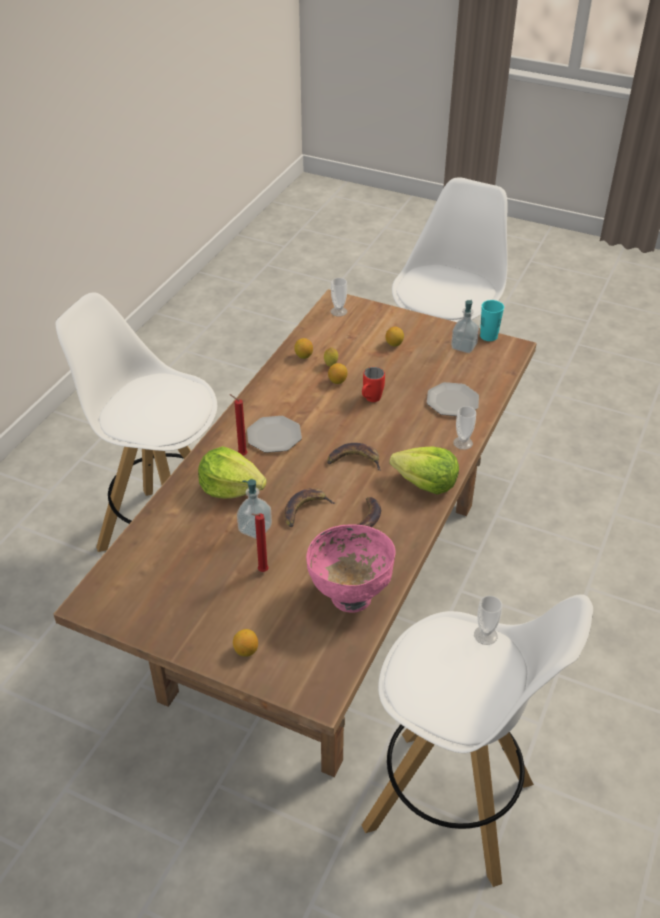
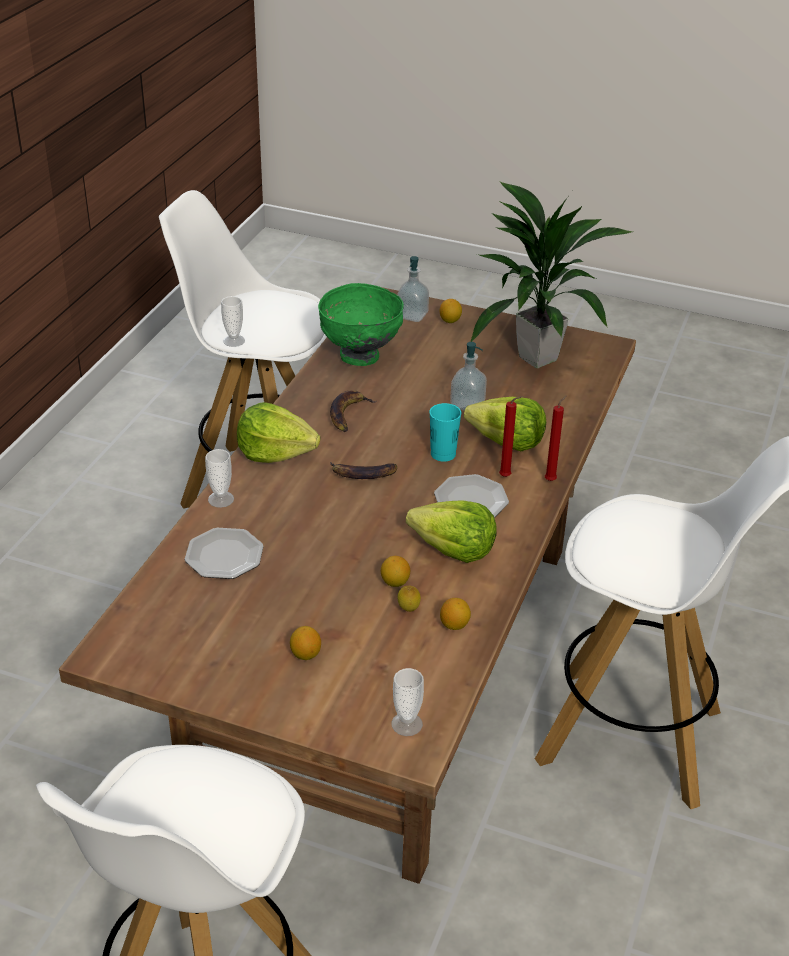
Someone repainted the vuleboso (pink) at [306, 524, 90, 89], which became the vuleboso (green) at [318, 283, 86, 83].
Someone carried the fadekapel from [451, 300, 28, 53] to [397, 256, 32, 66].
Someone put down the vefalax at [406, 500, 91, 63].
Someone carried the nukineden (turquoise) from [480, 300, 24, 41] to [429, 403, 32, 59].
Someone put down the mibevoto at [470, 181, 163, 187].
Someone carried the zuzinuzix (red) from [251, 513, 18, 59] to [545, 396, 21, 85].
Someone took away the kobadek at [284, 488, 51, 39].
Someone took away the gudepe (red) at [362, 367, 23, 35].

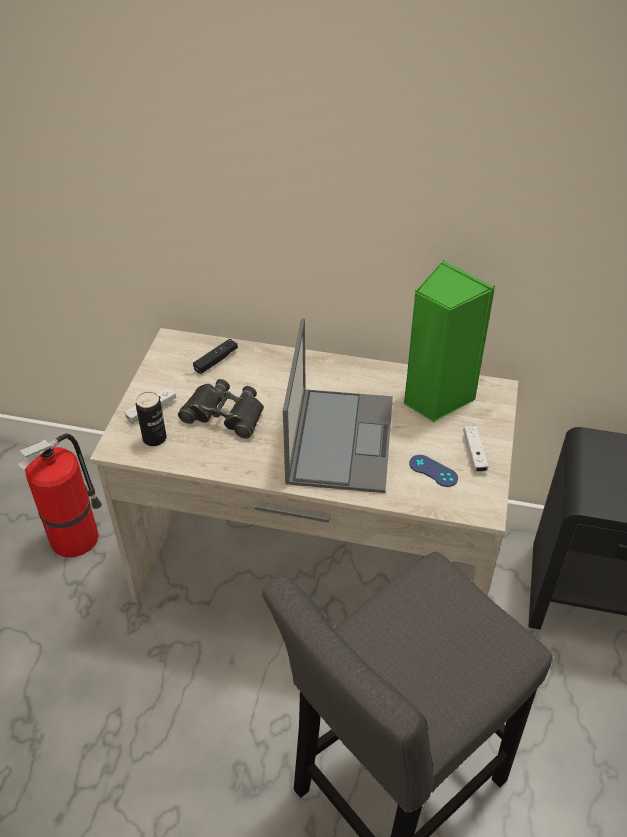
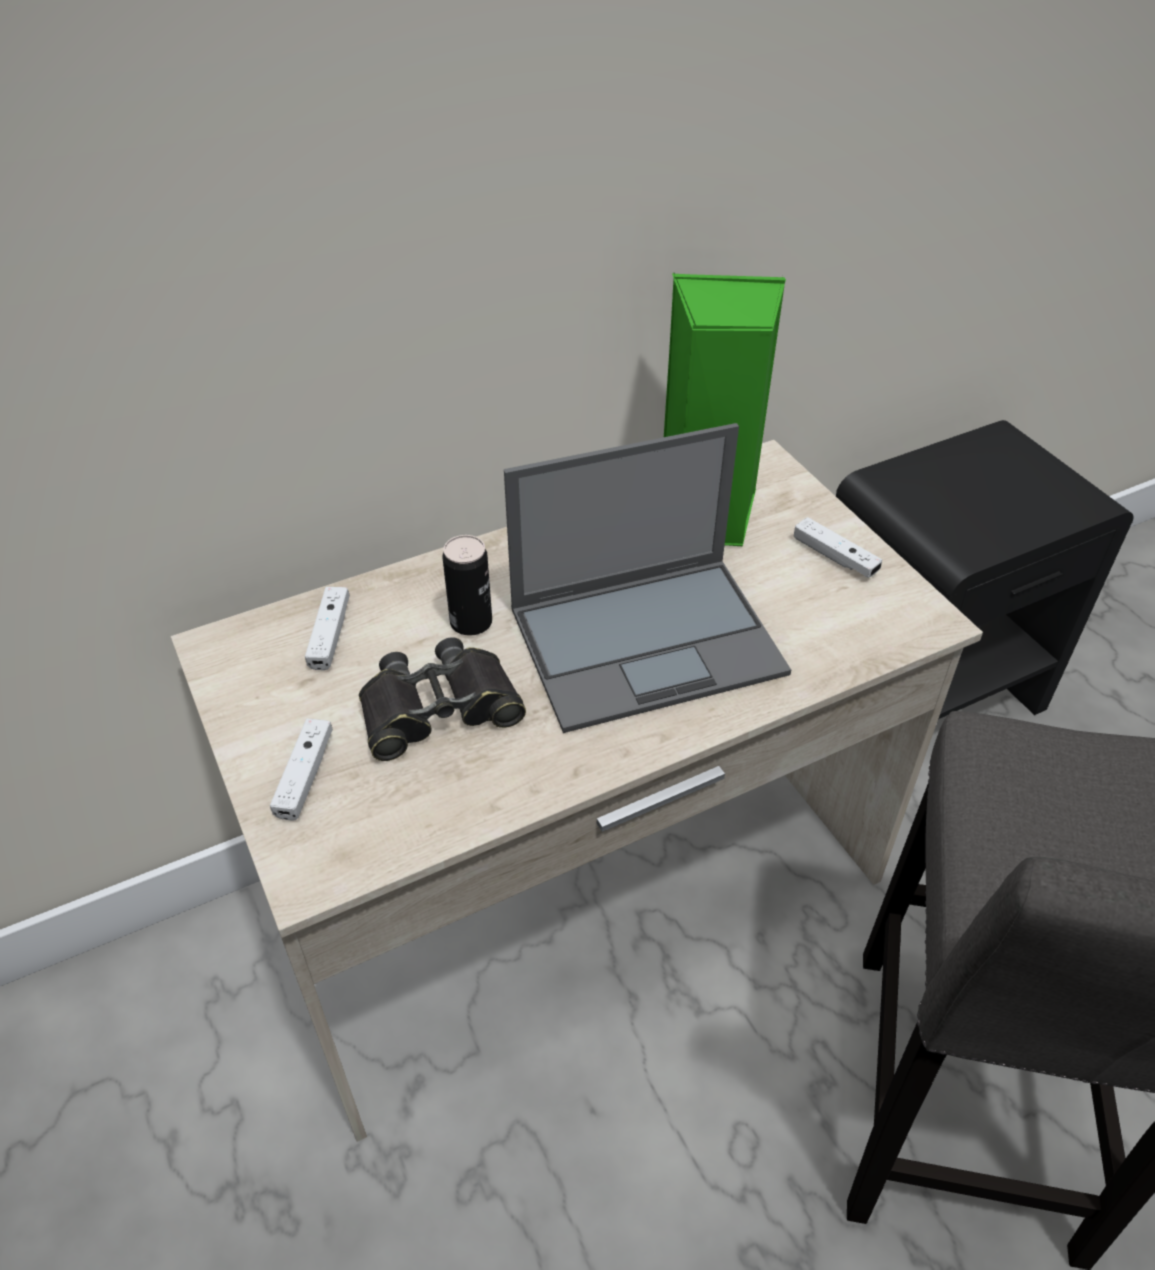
Someone repainted the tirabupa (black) at [193, 339, 45, 35], which became the tirabupa (white) at [305, 587, 45, 83].
Someone carried the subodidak from [136, 391, 30, 55] to [443, 535, 49, 101].
Someone rotated the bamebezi at [283, 318, 110, 175] by 105 degrees clockwise.
Someone took away the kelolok at [18, 433, 84, 125].
Someone took away the tirabupa (blue) at [409, 455, 49, 32].

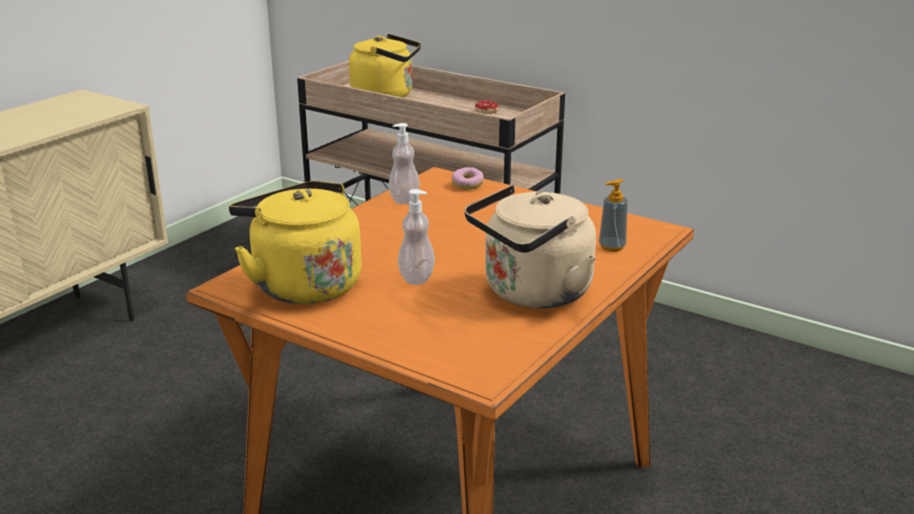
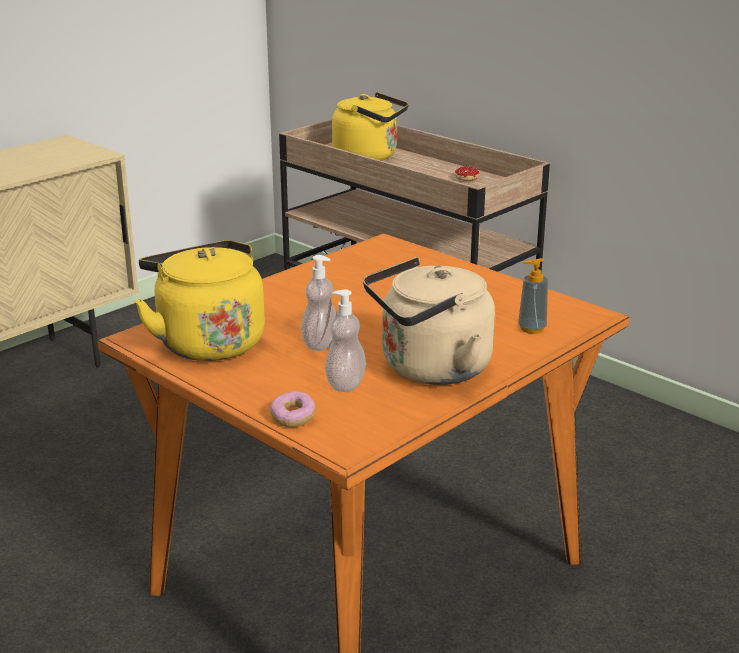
Someone carried the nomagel from [452, 167, 32, 23] to [270, 391, 46, 36].
Someone carried the fadekapel from [388, 123, 32, 81] to [325, 289, 41, 103].

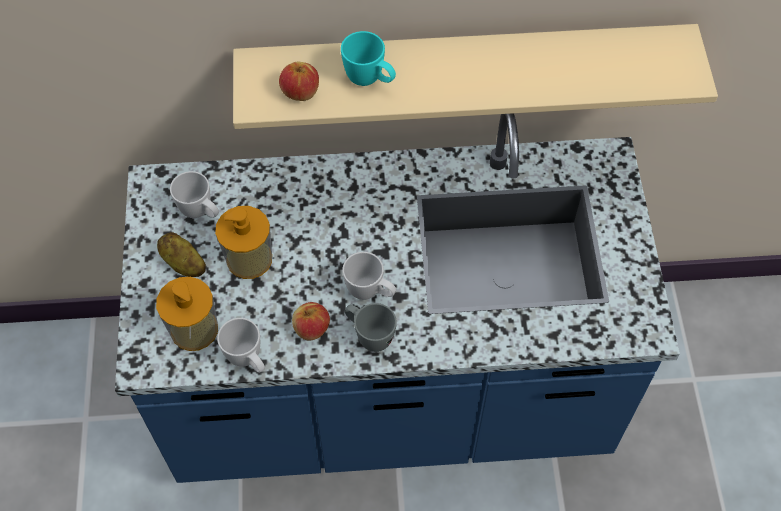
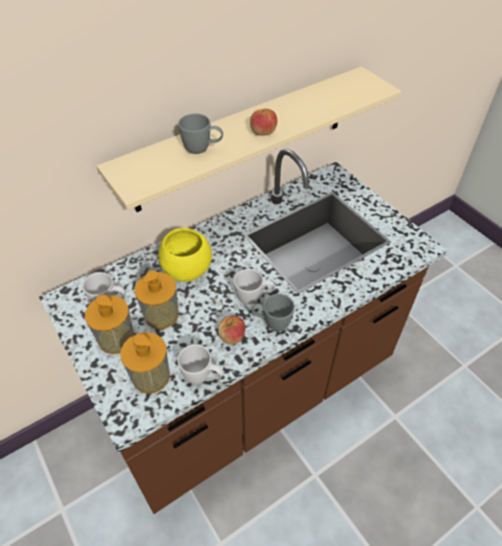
Someone repainted the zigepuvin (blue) at [115, 113, 565, 370], which became the zigepuvin (brown) at [39, 149, 408, 365].
Someone swapped the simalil at [157, 232, 49, 45] for the fadekapel at [85, 295, 49, 59].
Someone put down the vuleboso (yellow) at [158, 228, 54, 54].
Someone repainted the gudepe (turquoise) at [341, 31, 55, 55], which became the gudepe (grey) at [178, 114, 45, 40].
Someone carried the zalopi from [279, 62, 40, 39] to [250, 109, 27, 27].

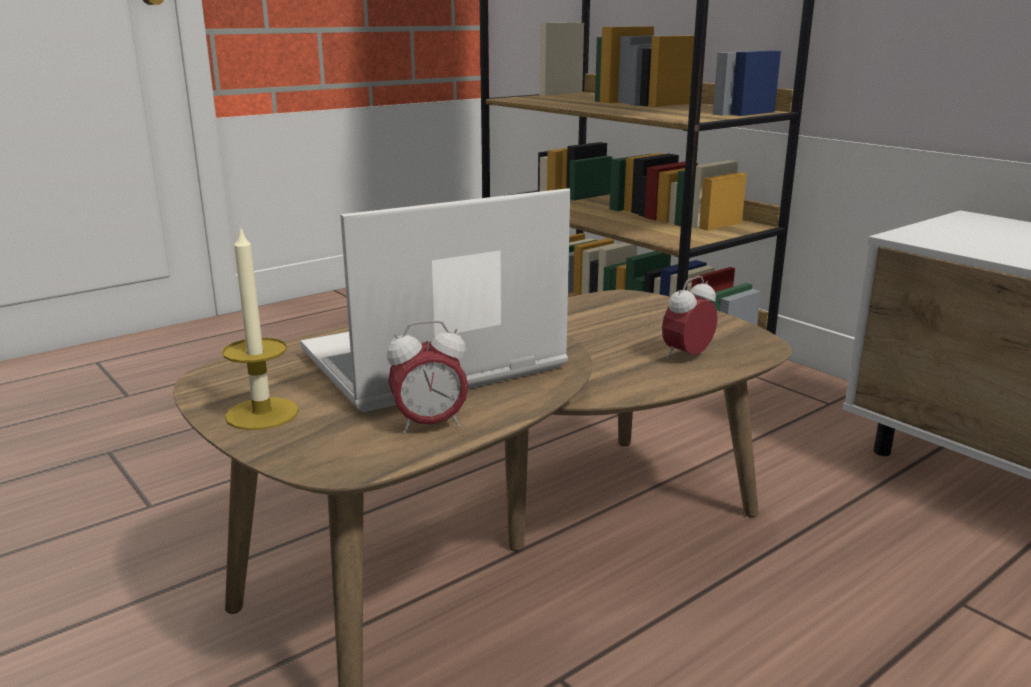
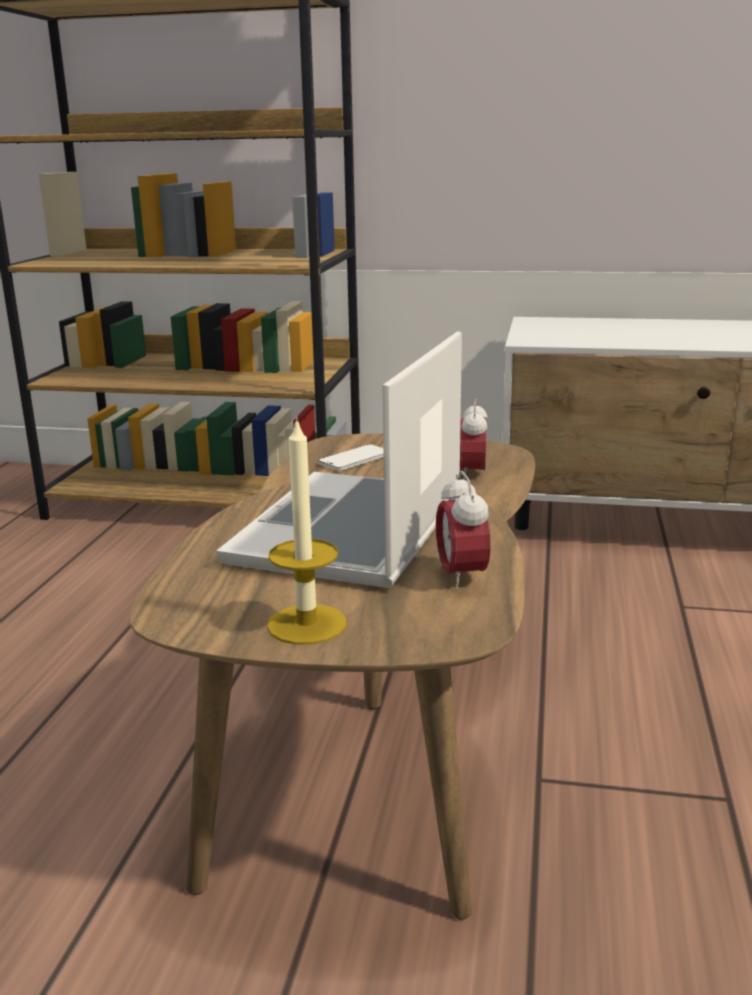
Someone put down the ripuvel at [318, 444, 66, 27].
Someone rotated the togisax at [387, 320, 81, 114] by 135 degrees clockwise.

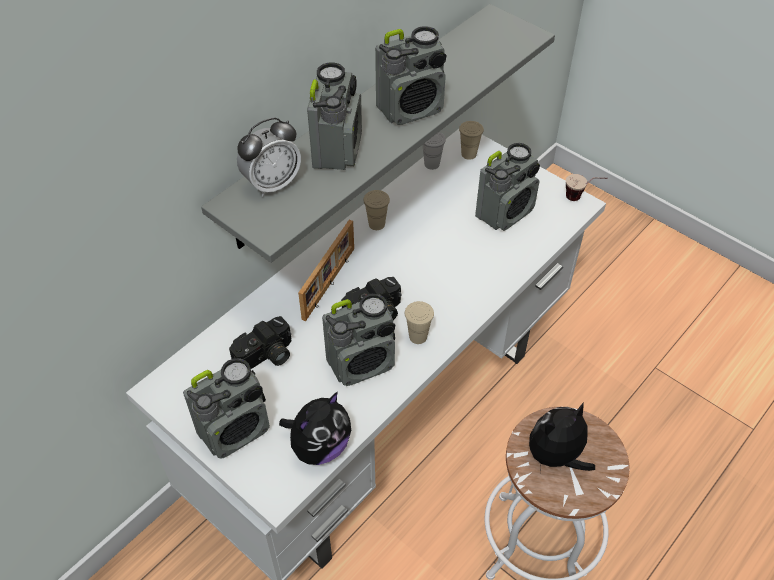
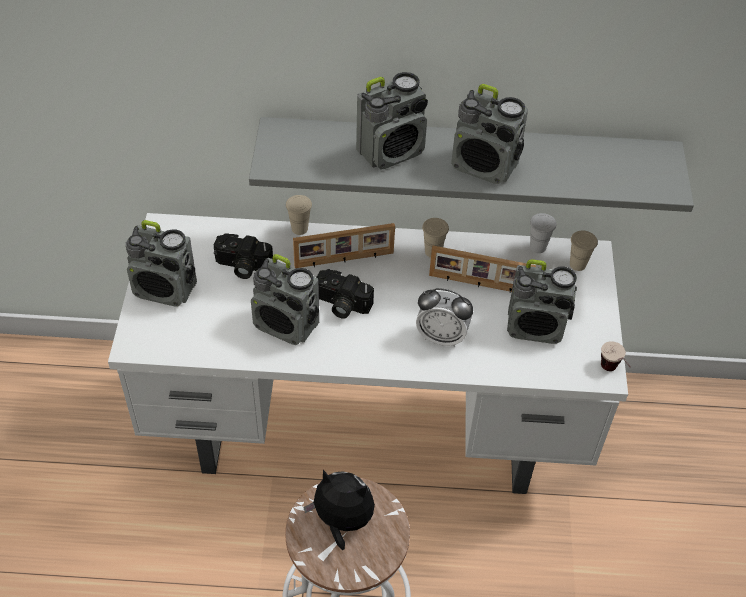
Someone carried the nukineden (beige) from [405, 301, 29, 43] to [286, 195, 26, 40].
Someone carried the togisax from [237, 117, 64, 80] to [416, 288, 57, 59].
Someone put down the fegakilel at [429, 246, 107, 46].
Someone took away the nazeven at [279, 392, 72, 73].

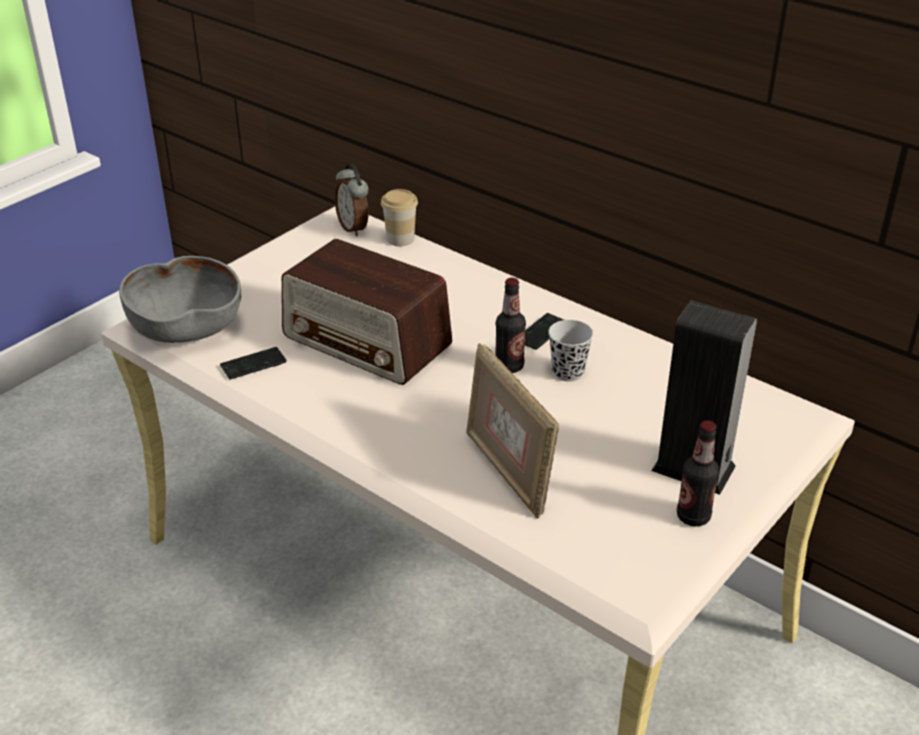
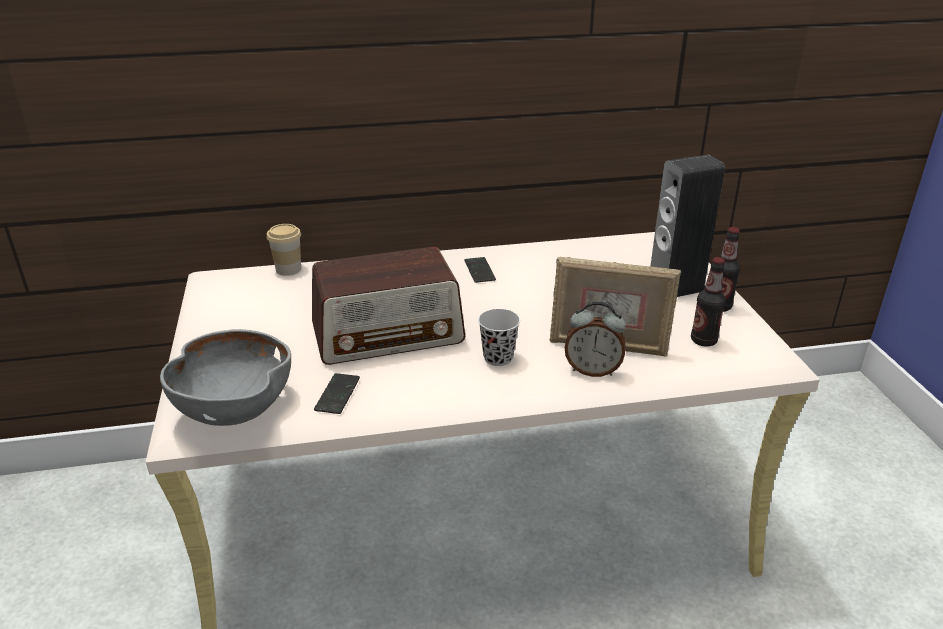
Someone carried the nukineden (black) from [548, 320, 46, 62] to [478, 309, 42, 57].
Someone carried the togisax from [335, 164, 34, 72] to [565, 302, 61, 75].
Someone carried the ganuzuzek from [495, 278, 31, 95] to [691, 257, 35, 90].

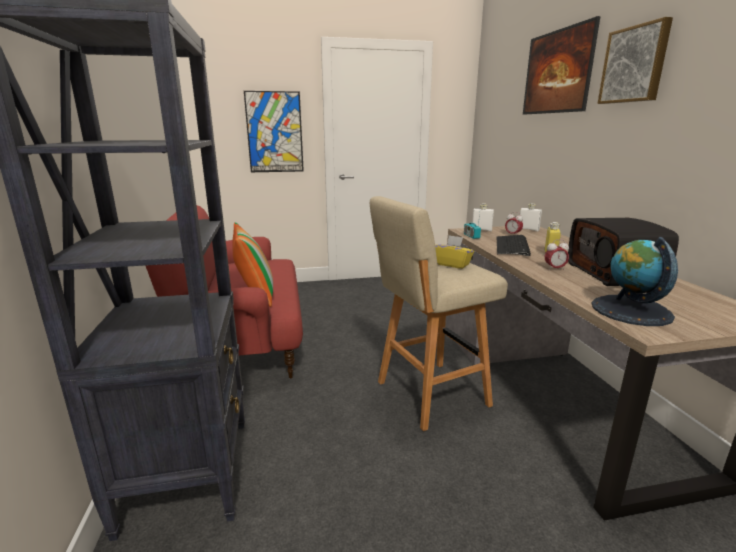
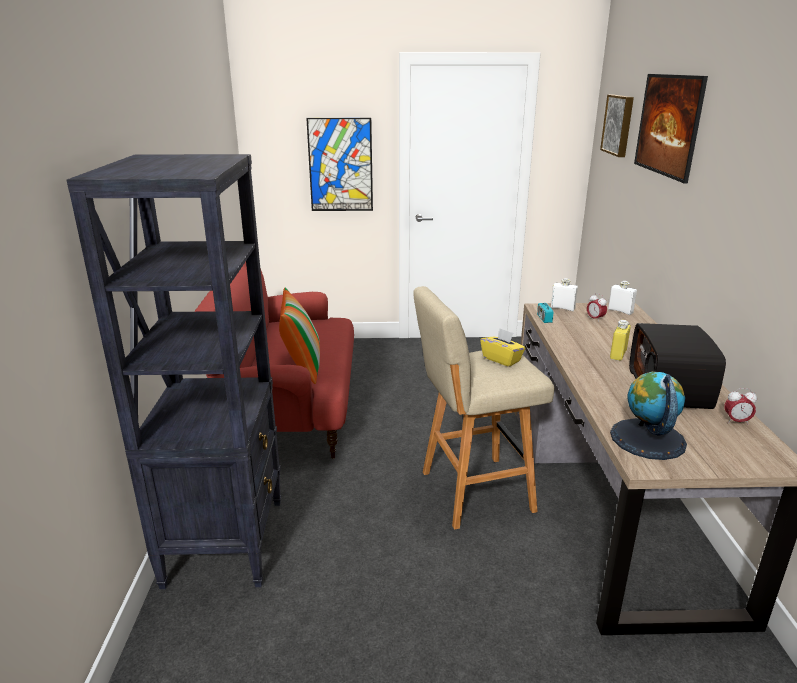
Someone carried the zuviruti from [597, 17, 76, 87] to [600, 95, 34, 62].
Someone carried the togisax from [545, 240, 24, 30] to [724, 388, 33, 37].
Someone took away the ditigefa at [497, 235, 34, 21].

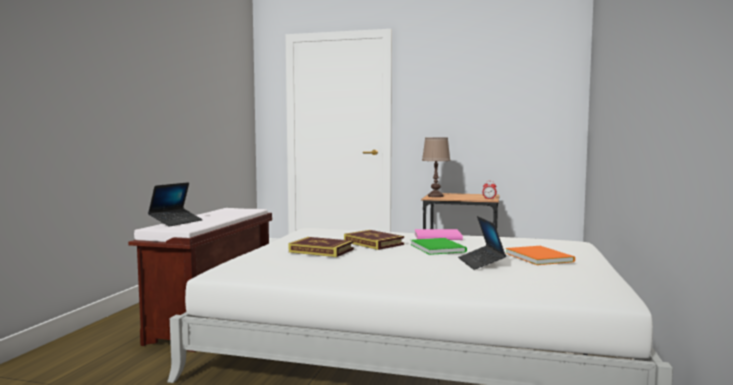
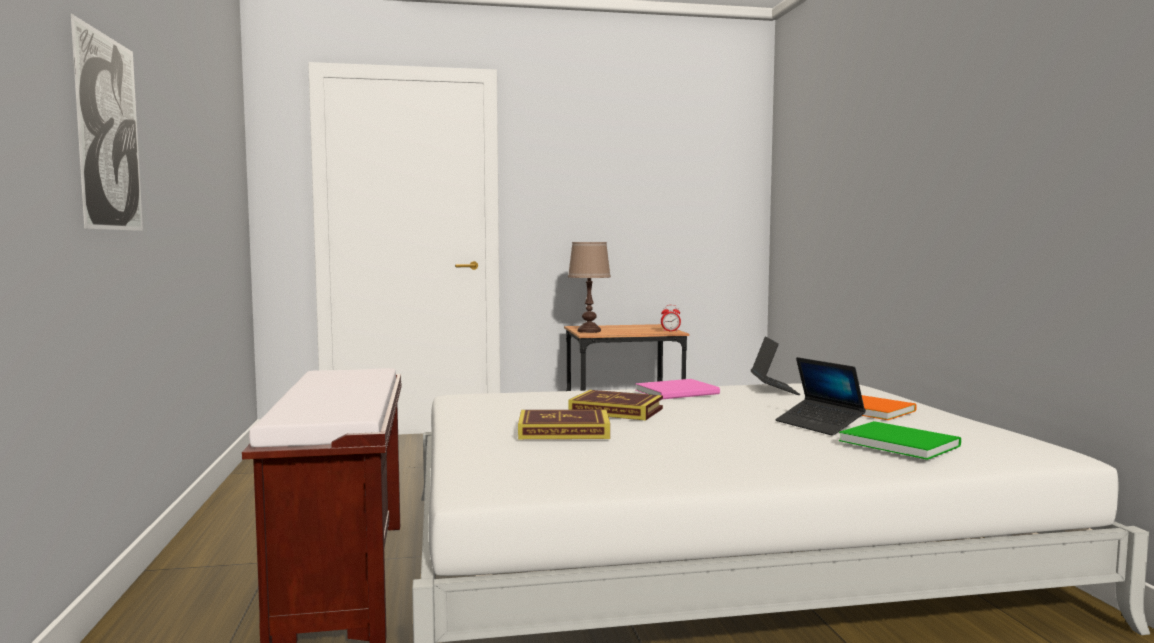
Someone put up the zuviruti at [71, 14, 72, 217].
Someone carried the bamebezi from [148, 182, 55, 45] to [751, 336, 49, 59].
Someone carried the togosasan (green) from [410, 238, 57, 17] to [839, 421, 122, 39].

